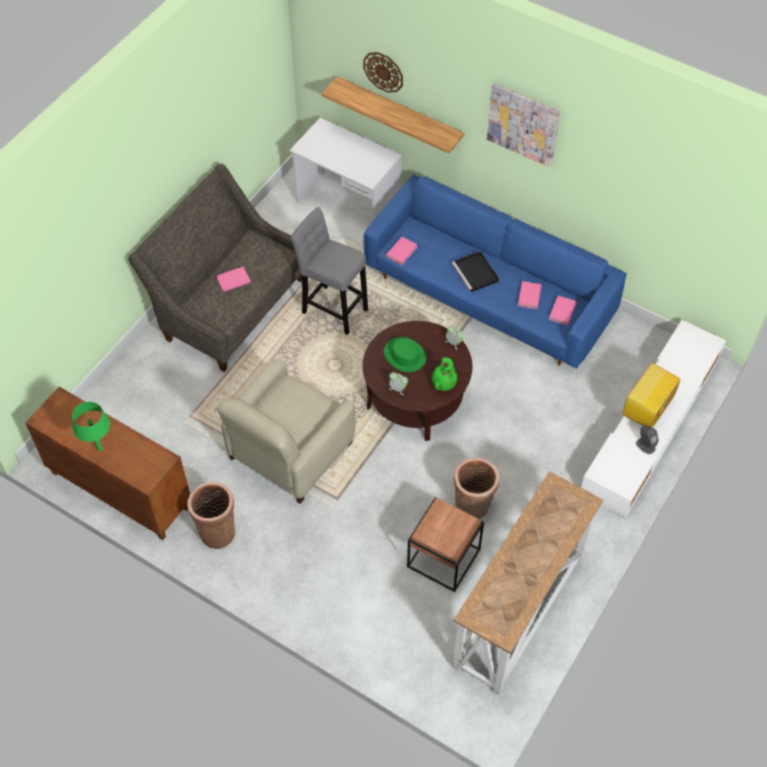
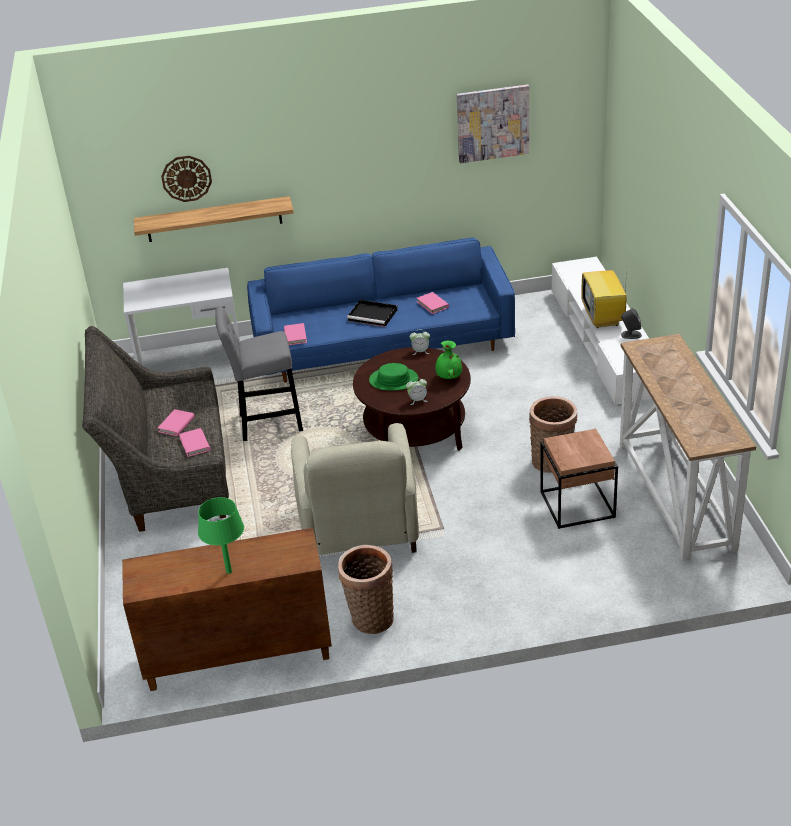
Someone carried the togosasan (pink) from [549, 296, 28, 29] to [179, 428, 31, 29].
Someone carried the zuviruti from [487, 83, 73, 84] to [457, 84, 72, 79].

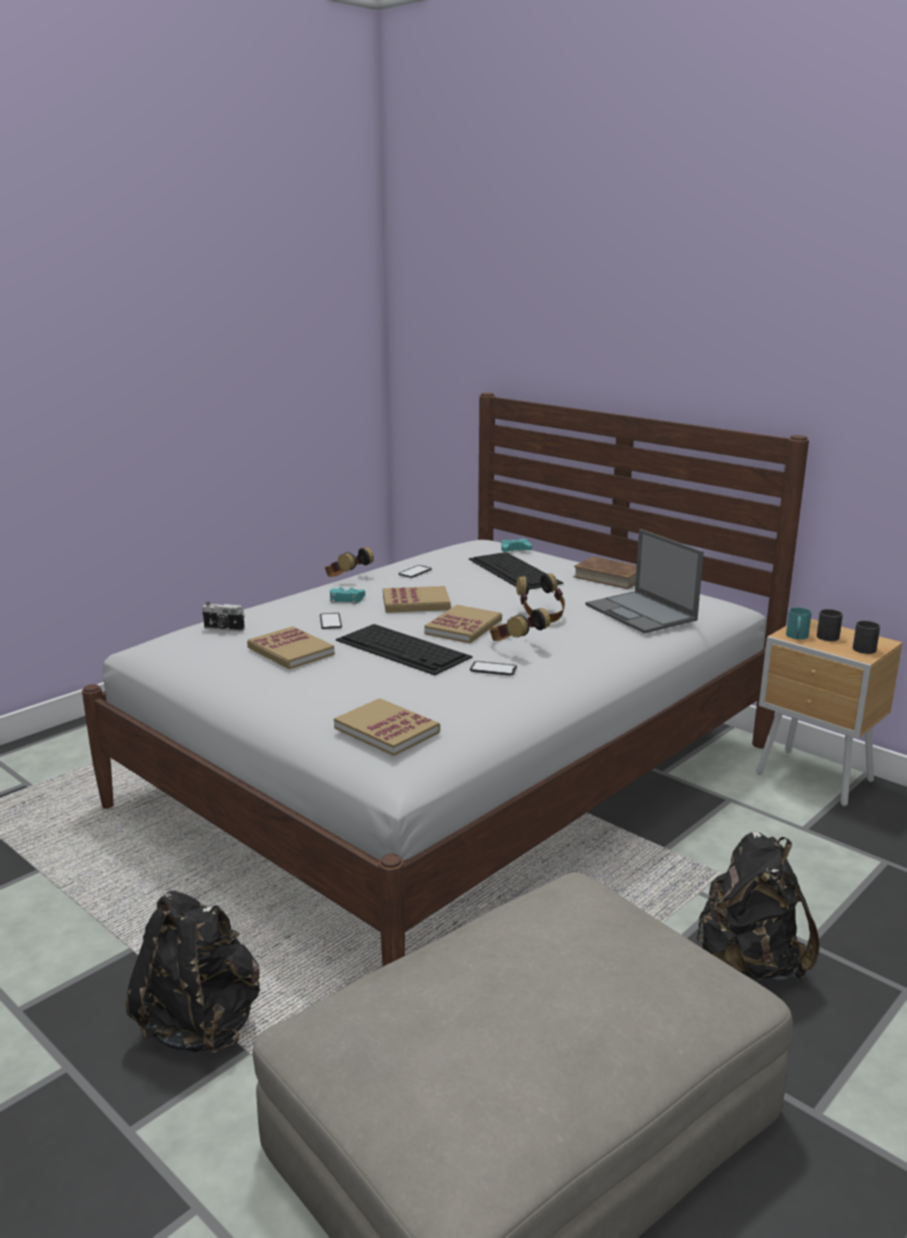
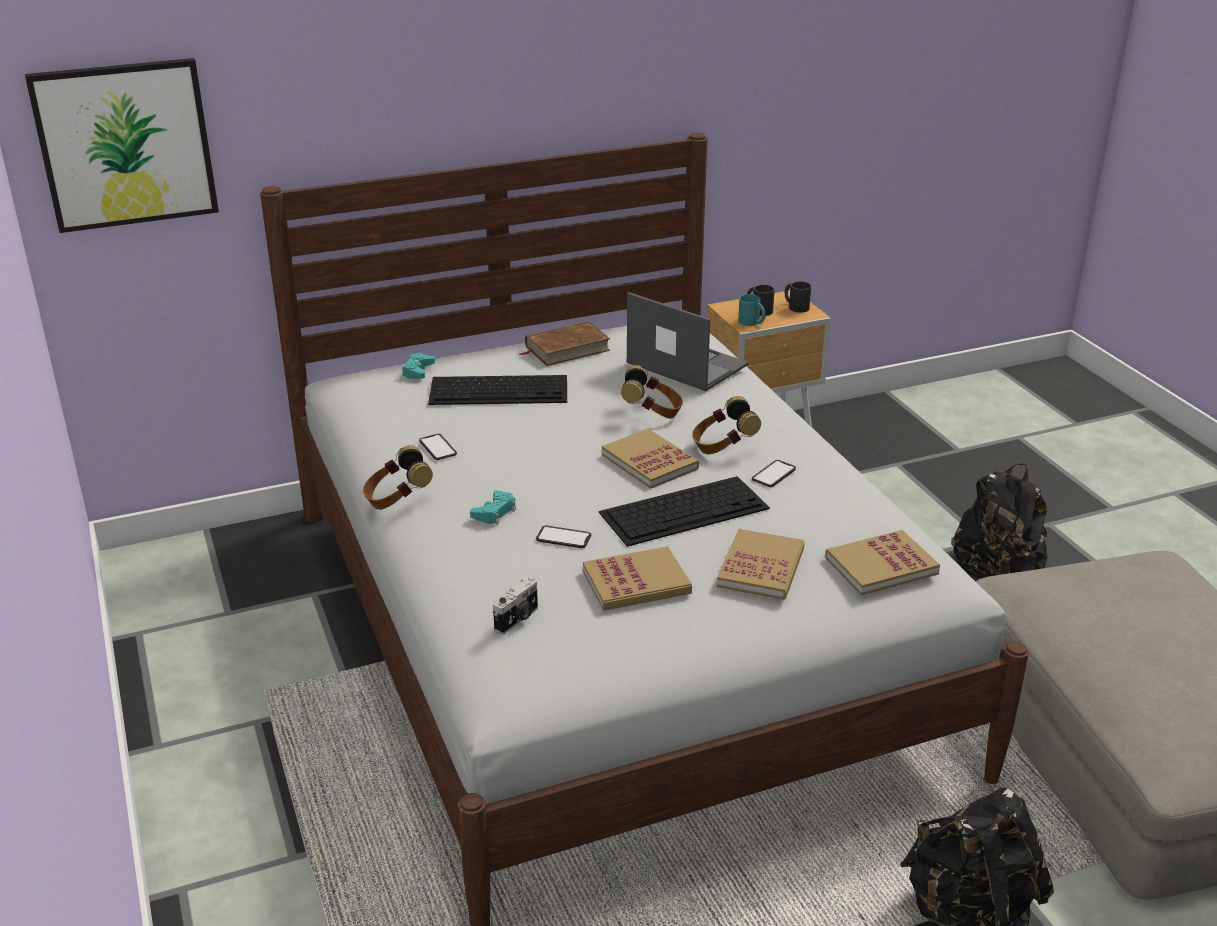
Someone put up the zuviruti at [25, 58, 194, 175].
Someone rotated the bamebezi at [585, 529, 119, 105] by 135 degrees counterclockwise.
Someone carried the togosasan from [383, 586, 68, 27] to [717, 529, 88, 71].

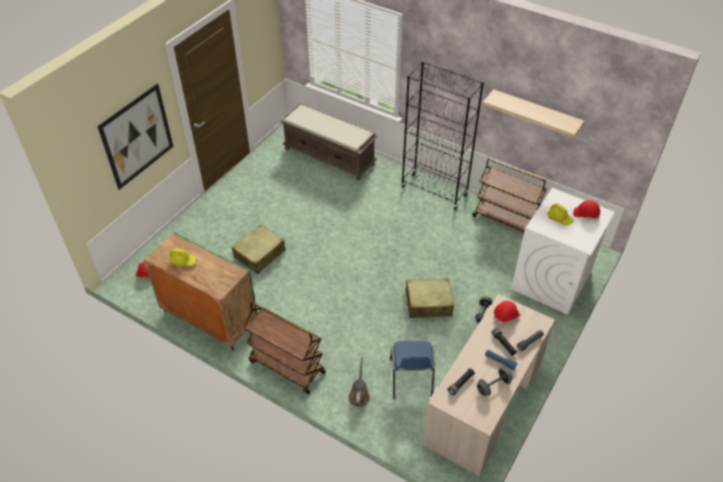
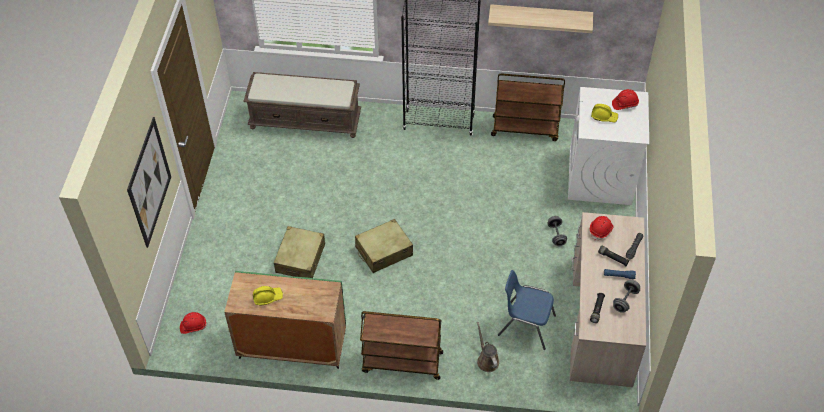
Someone carried the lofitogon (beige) from [404, 278, 50, 40] to [355, 219, 58, 54].
Someone rotated the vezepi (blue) at [390, 341, 45, 59] by 135 degrees clockwise.

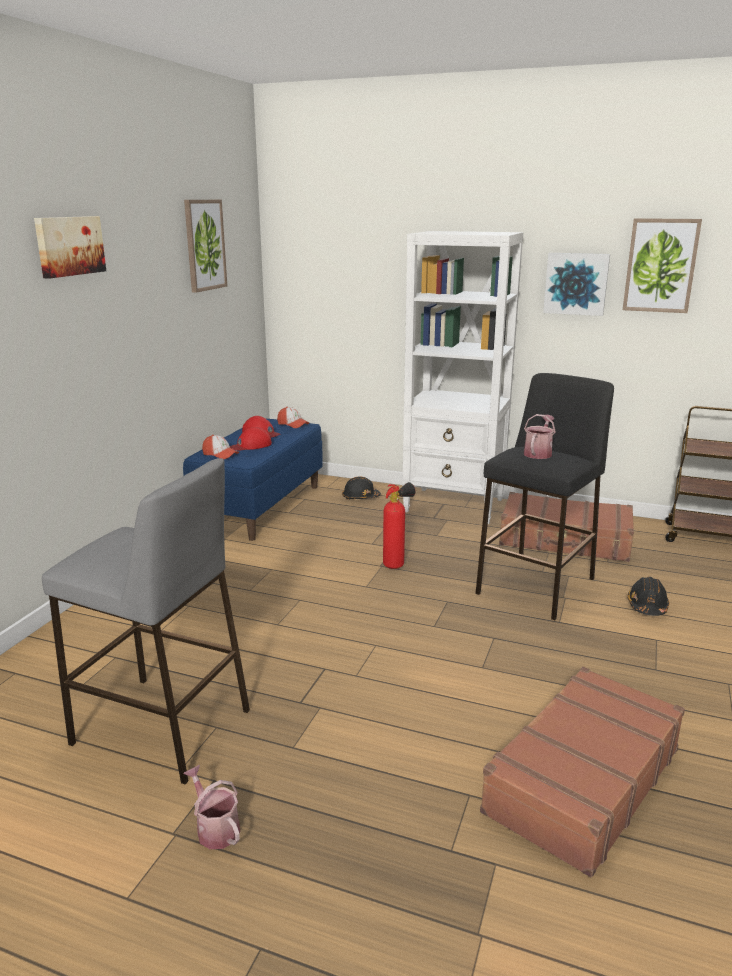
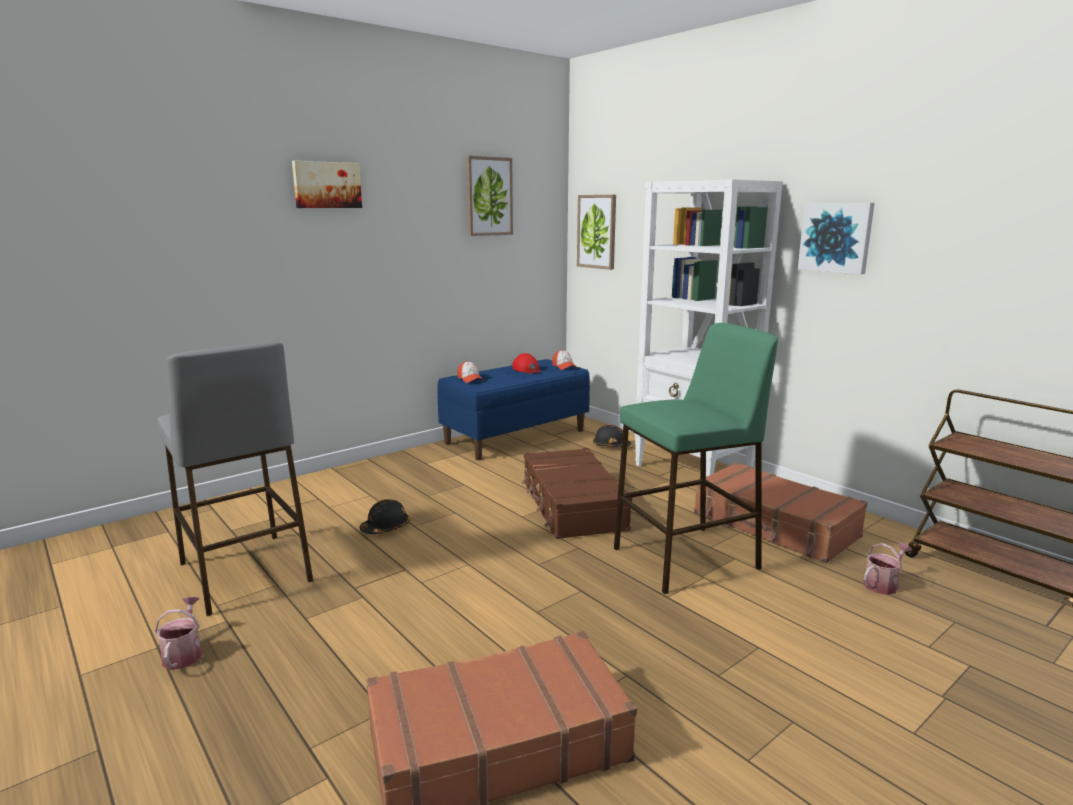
Someone carried the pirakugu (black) from [628, 577, 41, 39] to [360, 499, 50, 35].
Someone swapped the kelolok at [383, 482, 33, 87] for the lofitogon (brown) at [522, 448, 110, 91].
Someone carried the zuviruti from [623, 218, 79, 95] to [577, 195, 39, 75].
Someone repainted the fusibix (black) at [475, 373, 139, 247], which became the fusibix (green) at [614, 323, 164, 271].
Someone carried the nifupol from [524, 414, 32, 45] to [863, 543, 49, 52].
Someone took away the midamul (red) at [230, 427, 42, 23].

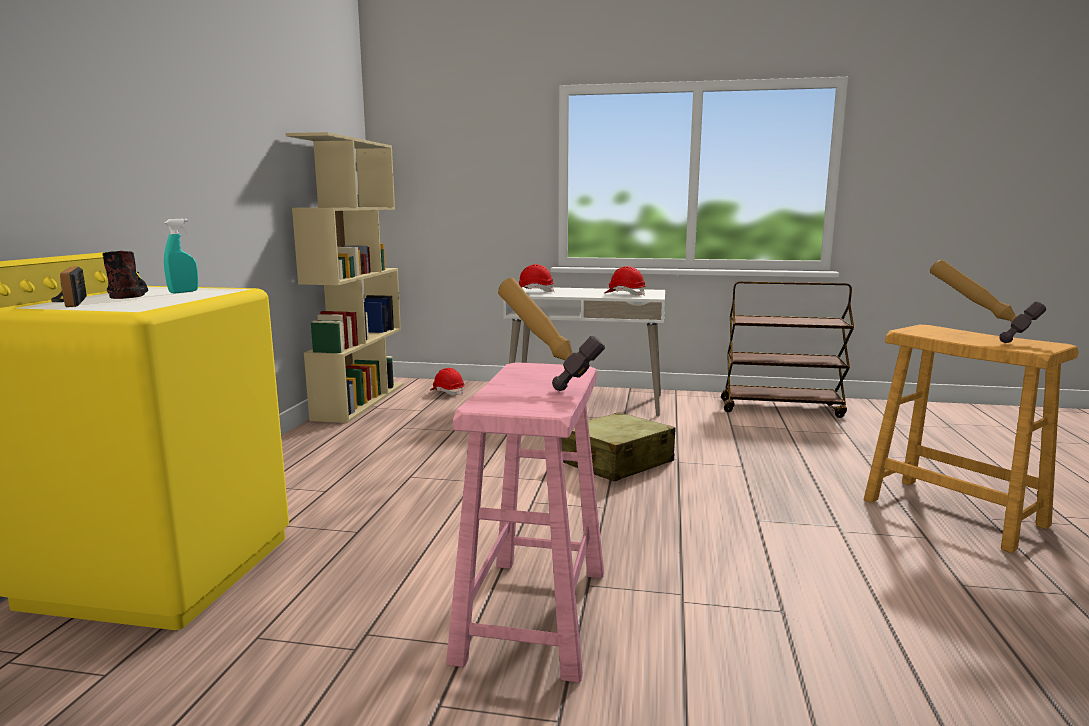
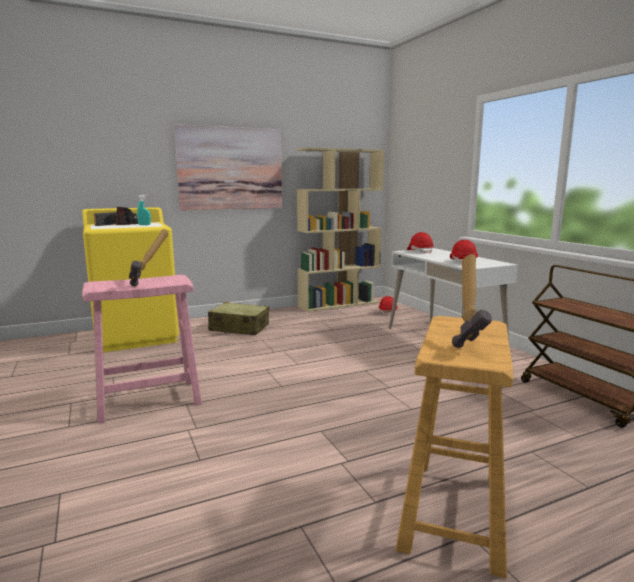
Someone put up the zuviruti at [174, 124, 108, 86].
Someone carried the lofitogon (beige) from [561, 412, 114, 70] to [208, 302, 61, 33].

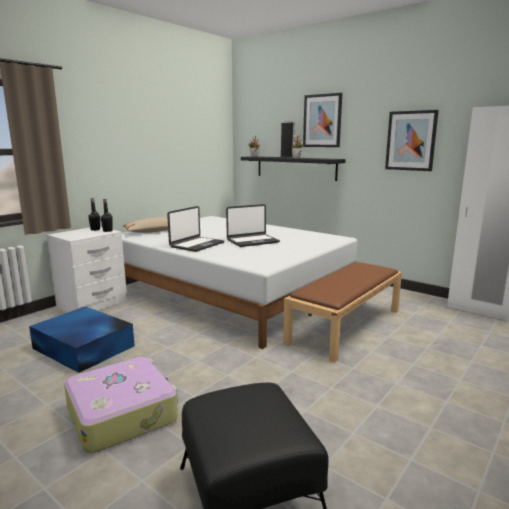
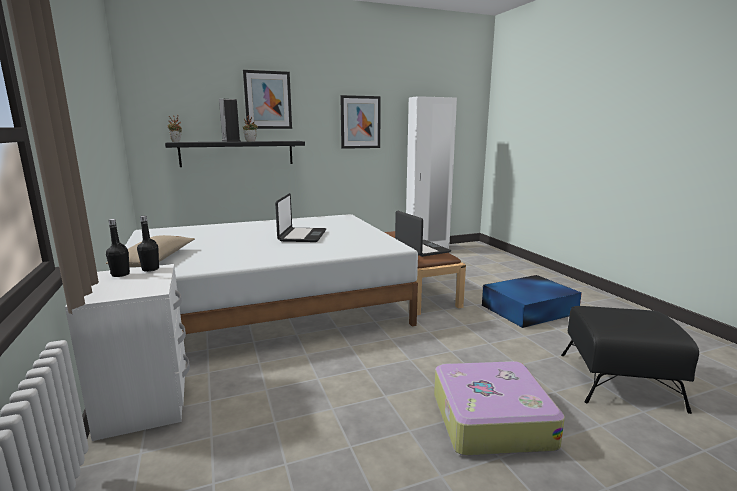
Someone carried the bamebezi from [167, 206, 57, 46] to [395, 211, 56, 46].
Someone carried the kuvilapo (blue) from [29, 306, 106, 67] to [482, 275, 100, 53].

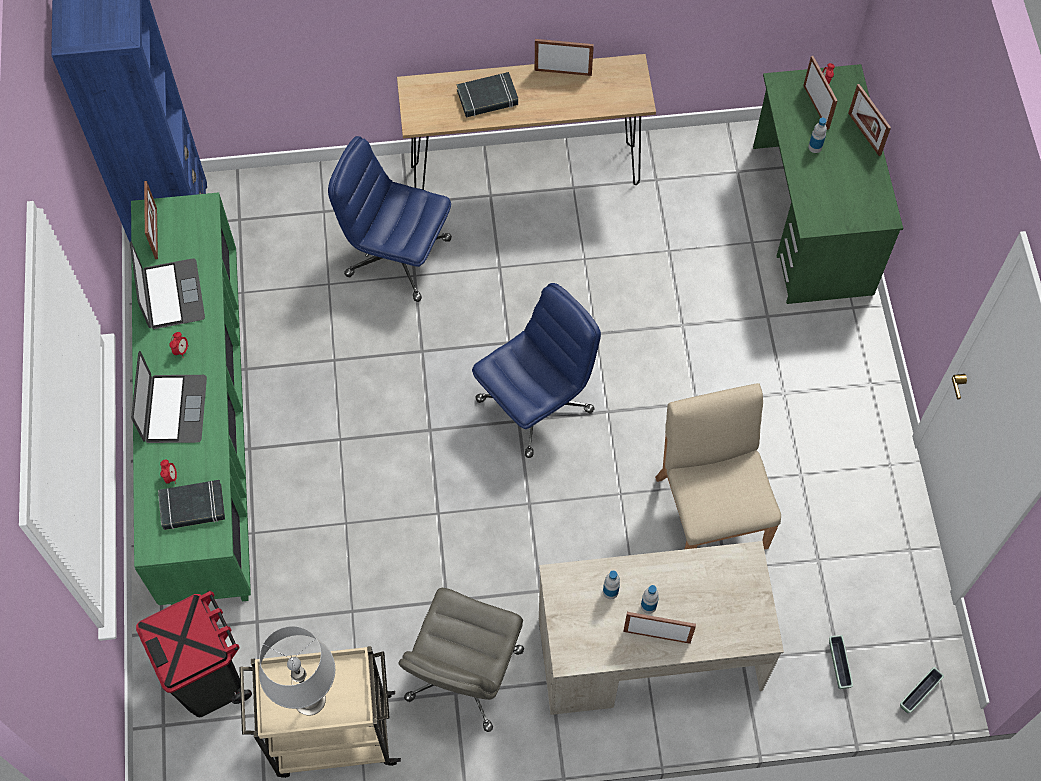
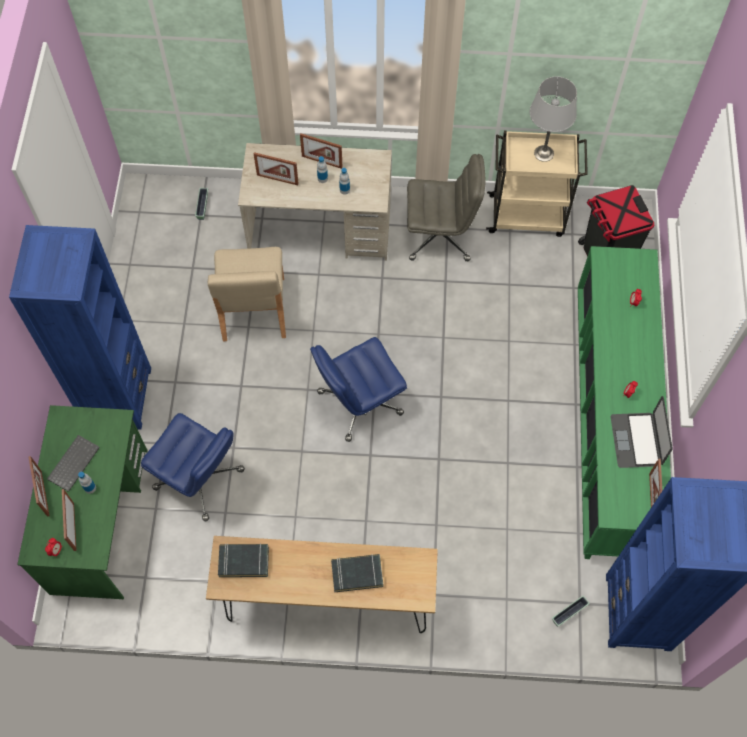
Someone put down the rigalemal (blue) at [9, 225, 142, 205].
Someone put down the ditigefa at [47, 435, 53, 57].
Someone carried the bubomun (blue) from [328, 136, 124, 166] to [141, 413, 104, 108].
Someone carried the togosasan (black) from [158, 480, 67, 50] to [218, 543, 51, 34].
Someone carried the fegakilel from [535, 39, 59, 37] to [254, 152, 45, 33].
Someone rotated the bubomun (grey) at [399, 588, 125, 144] by 60 degrees clockwise.
Someone carried the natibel from [900, 667, 44, 46] to [552, 596, 38, 31].
Someone took away the bamebezi at [131, 351, 76, 92].

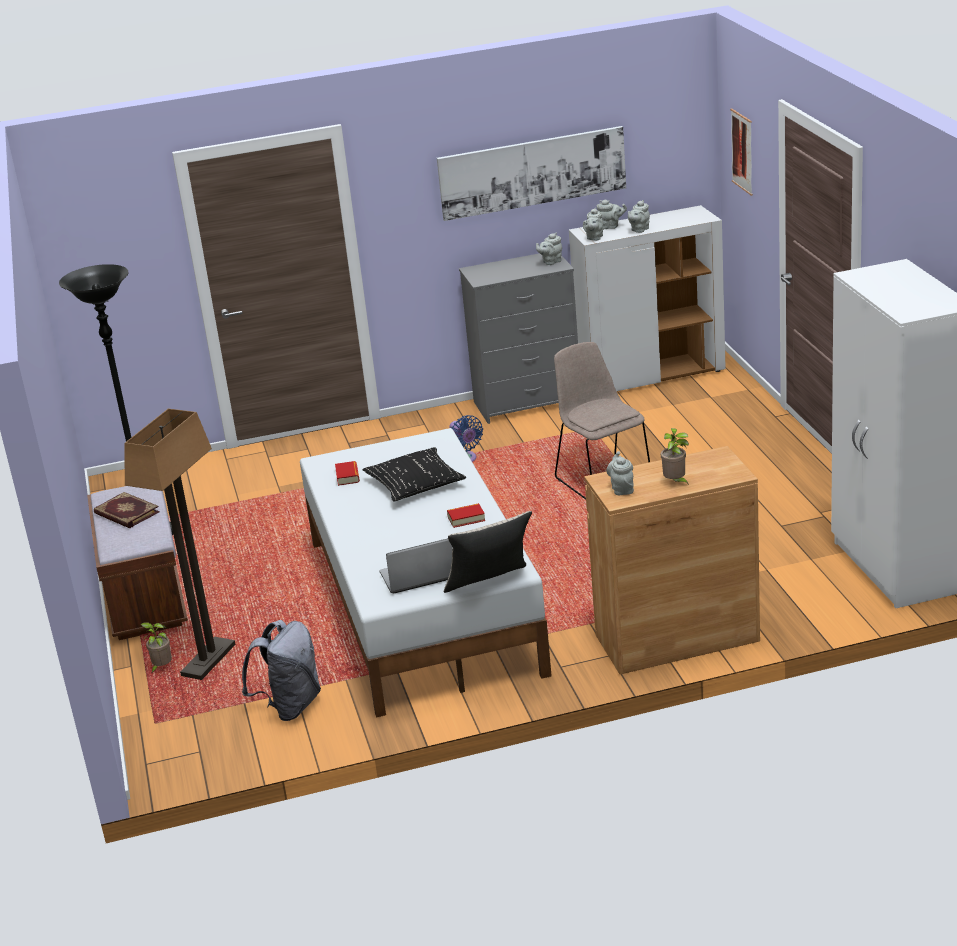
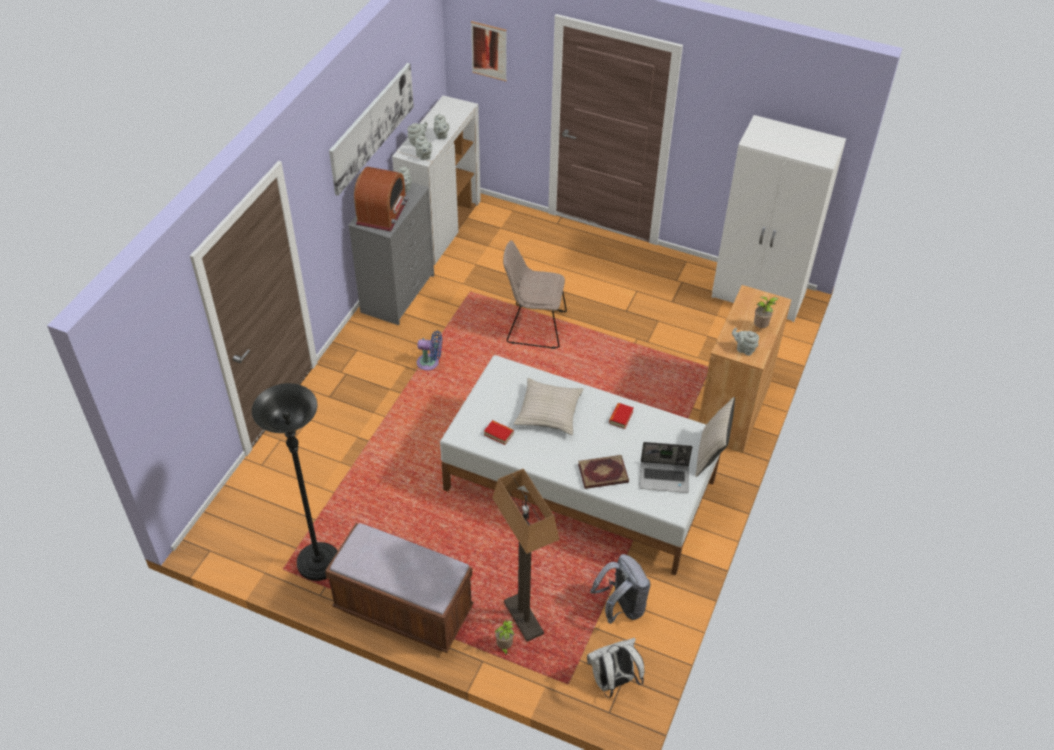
Someone put down the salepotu at [354, 167, 55, 64].
Someone repainted the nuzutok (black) at [362, 447, 104, 54], which became the nuzutok (beige) at [514, 378, 70, 57].
Someone carried the togosasan from [94, 492, 66, 36] to [578, 455, 51, 34].
Someone put down the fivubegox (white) at [587, 638, 58, 60].
Someone rotated the bamebezi at [380, 538, 72, 55] by 105 degrees counterclockwise.

